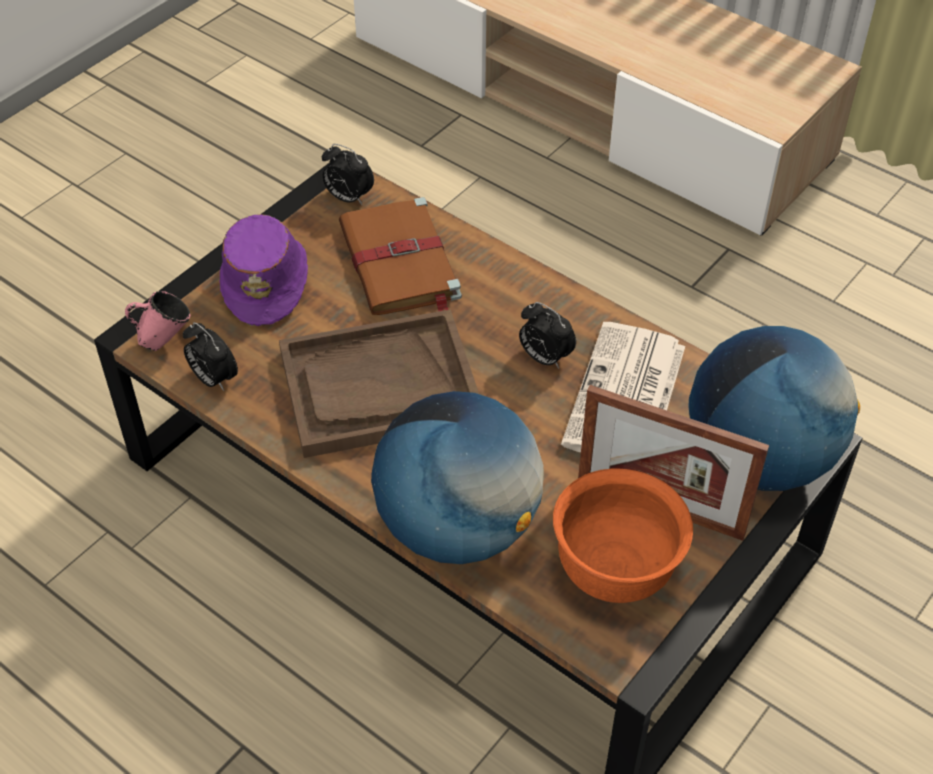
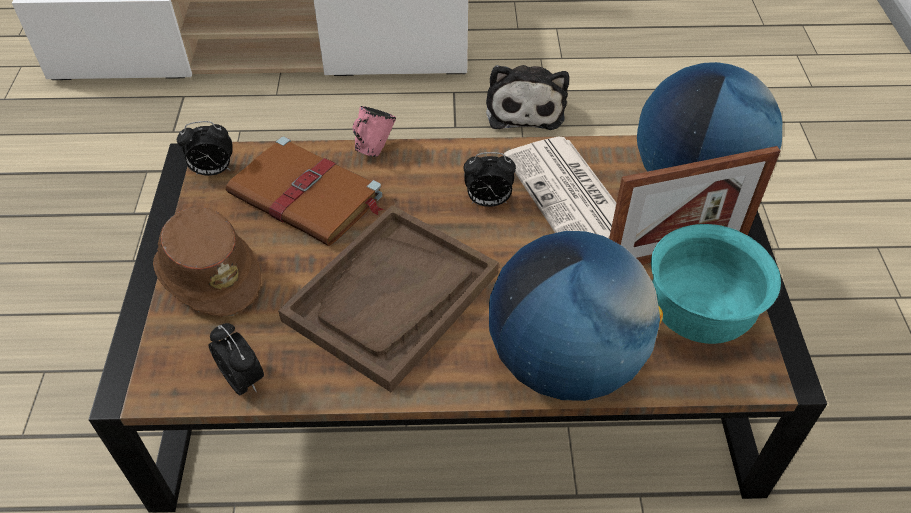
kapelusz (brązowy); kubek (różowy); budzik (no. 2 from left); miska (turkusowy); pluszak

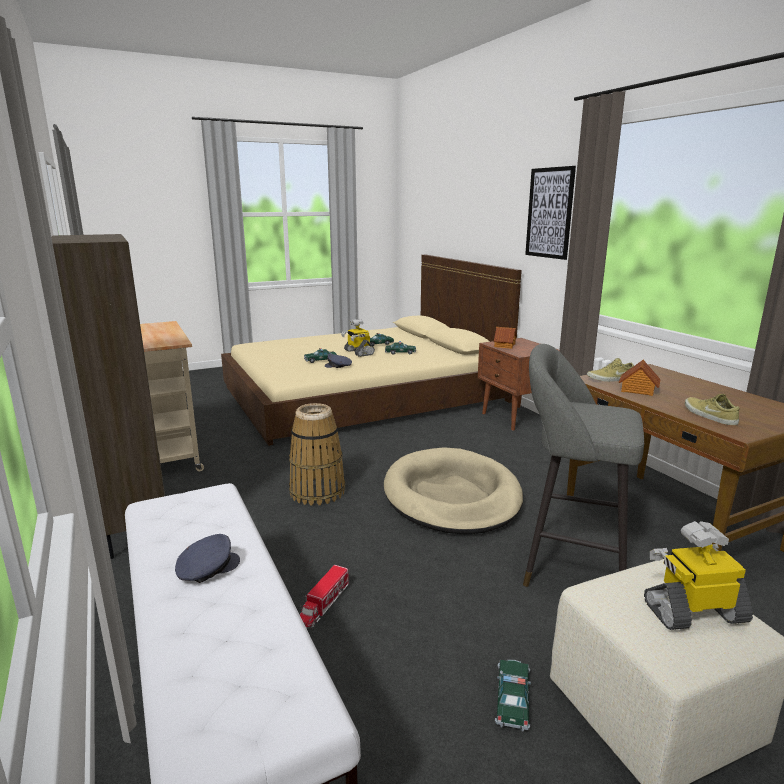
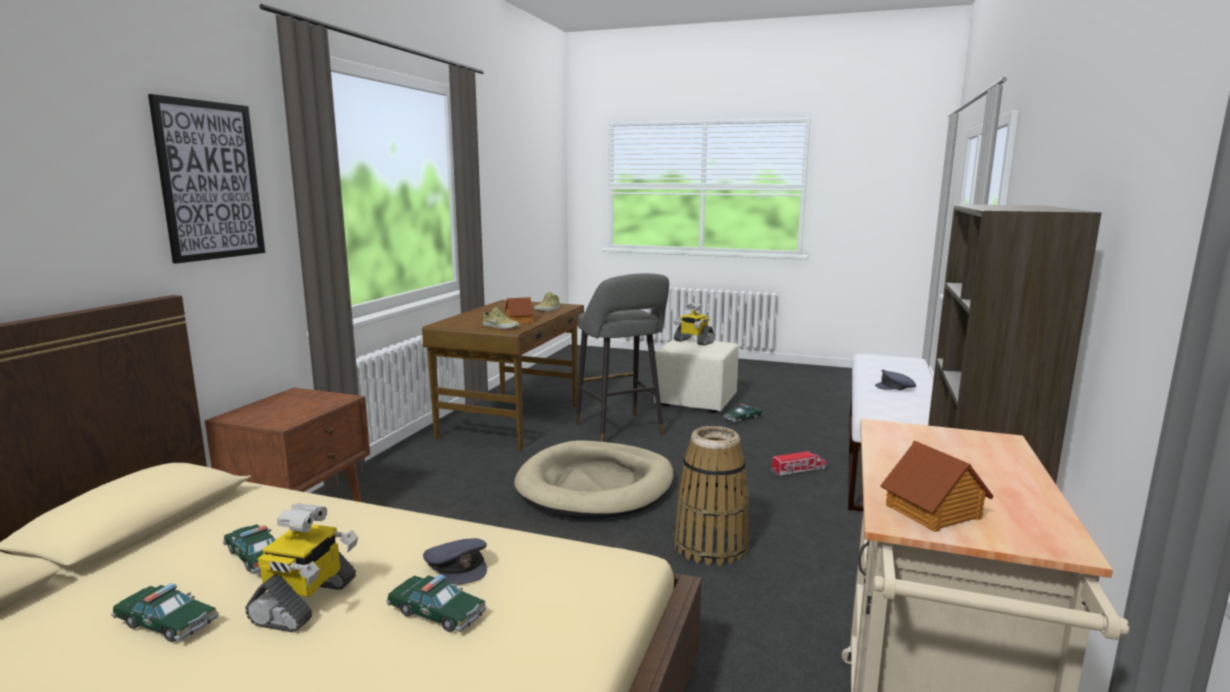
domek (no. 2 from left)

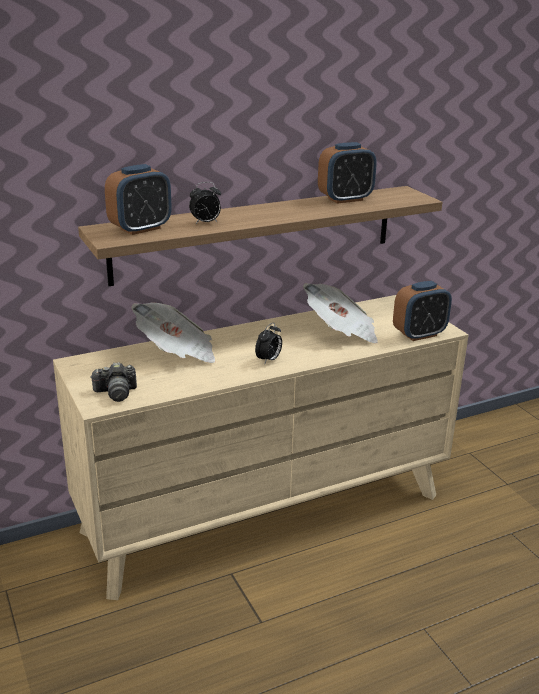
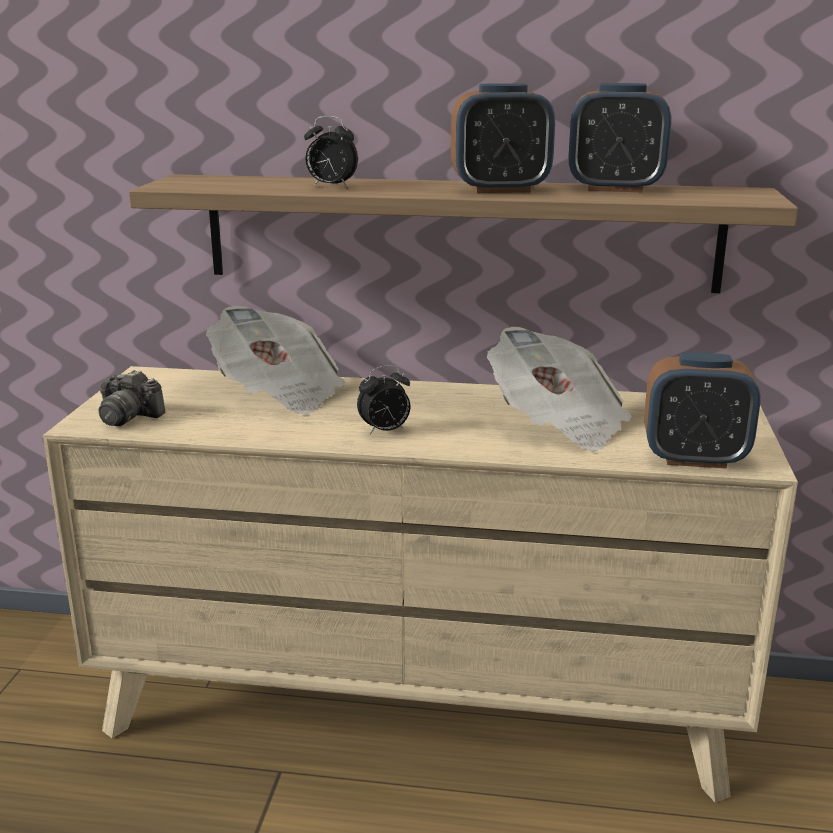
budzik (no. 3 from left)

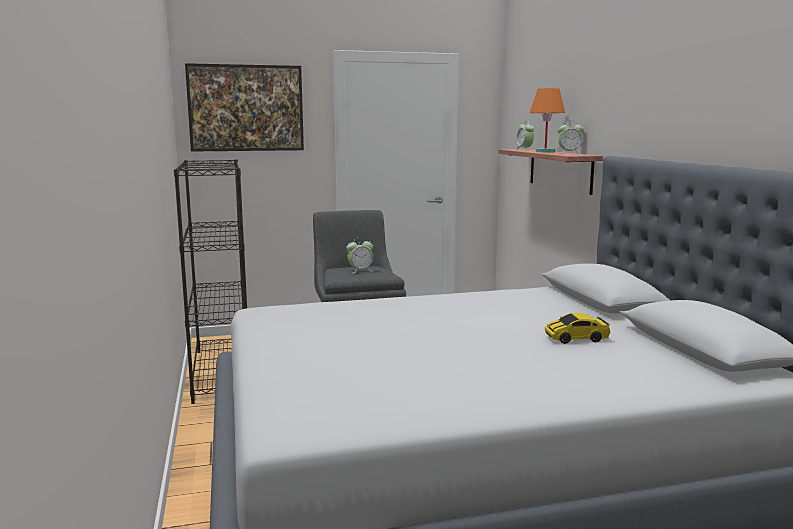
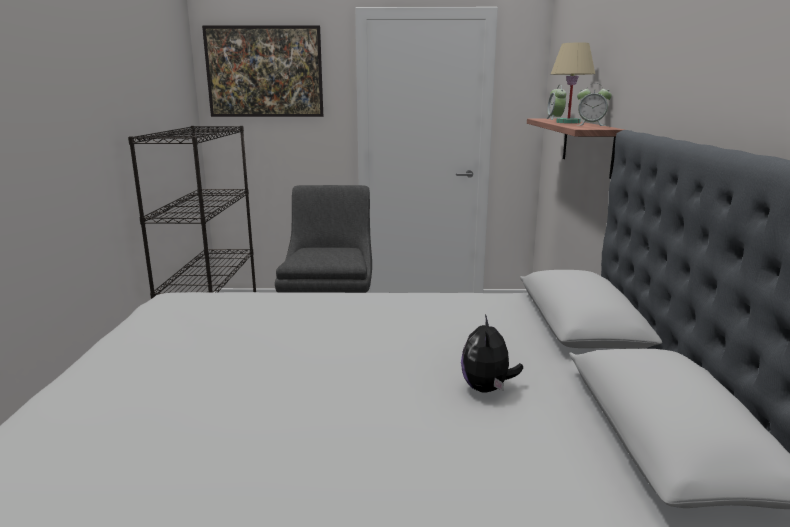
lampa stołowa (beżowy); budzik (no. 1 from left in the first image); pluszak

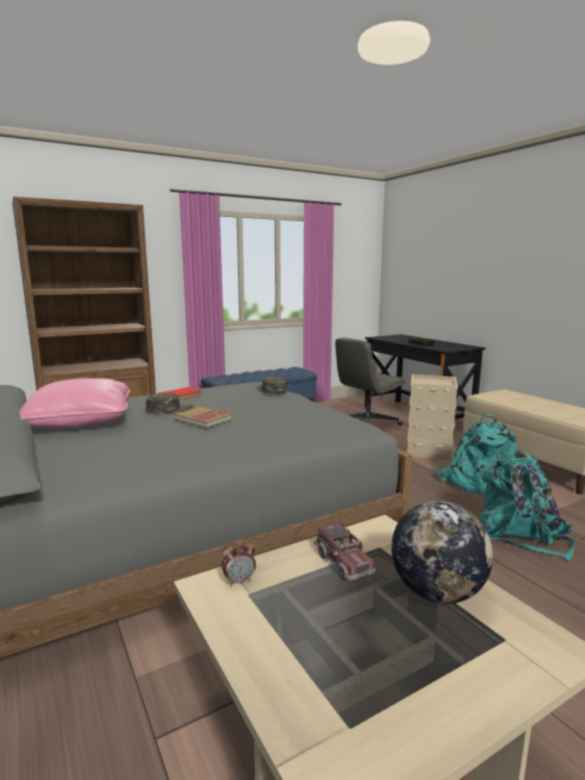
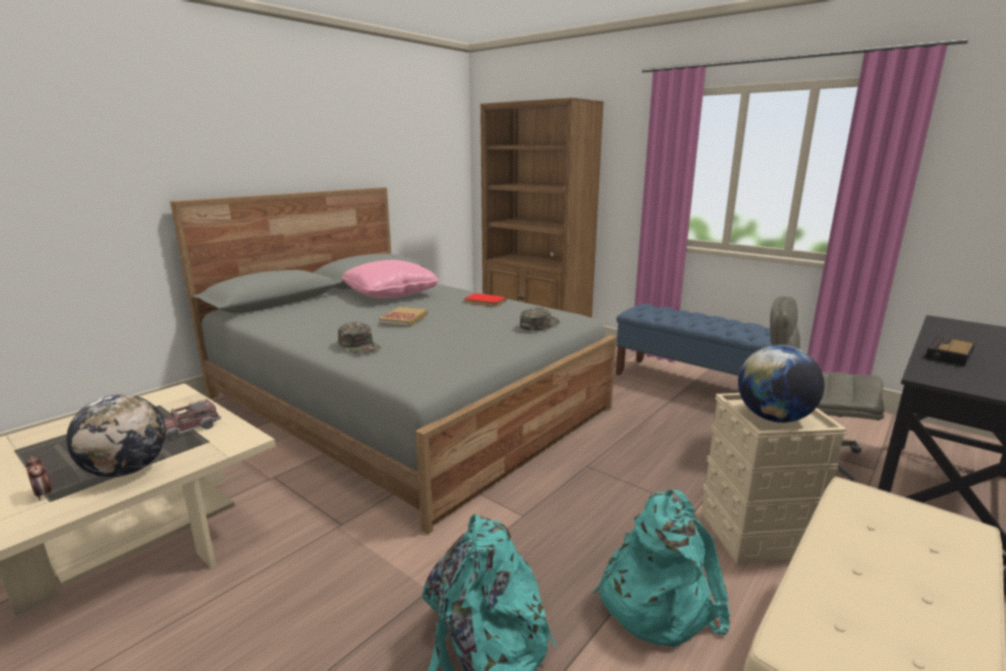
czapka z daszkiem (zielony) (no. 1 from left); budzik (no. 1 from left); globus (no. 2 from left)

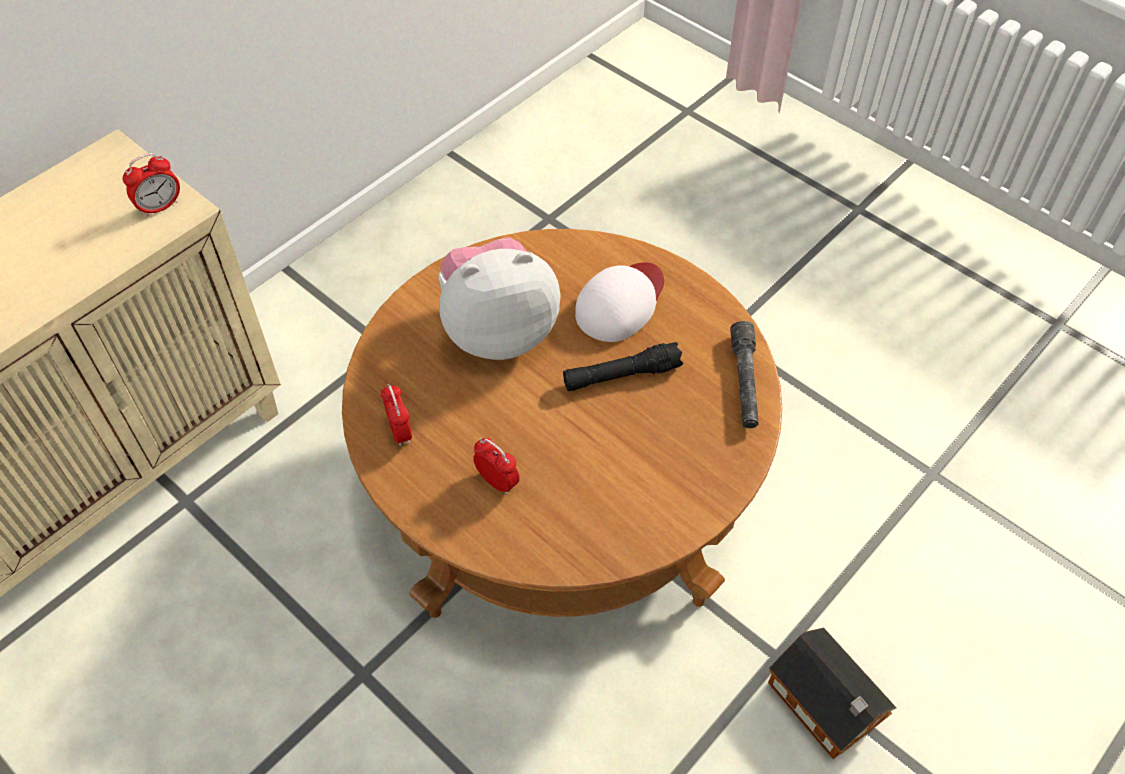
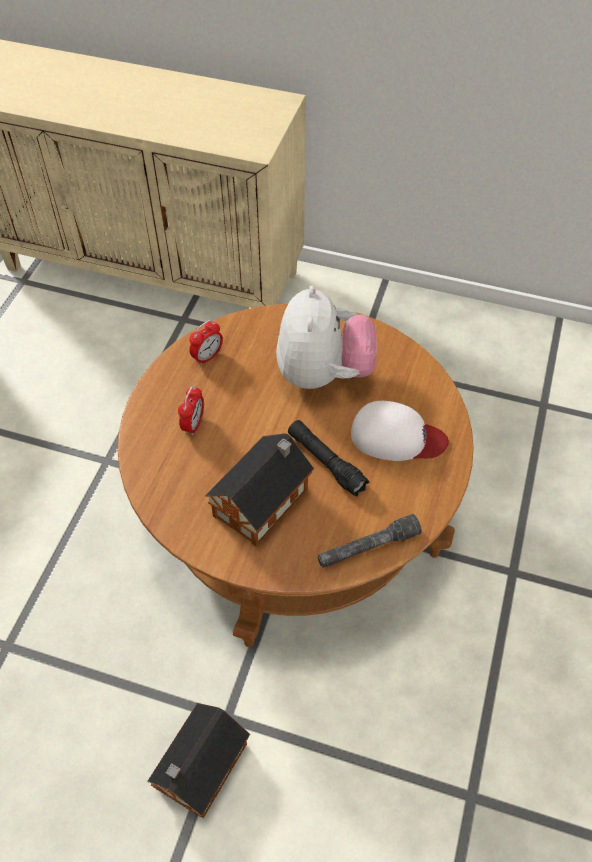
budzik (no. 1 from left in the first image); pluszak; domek (no. 2 from left)

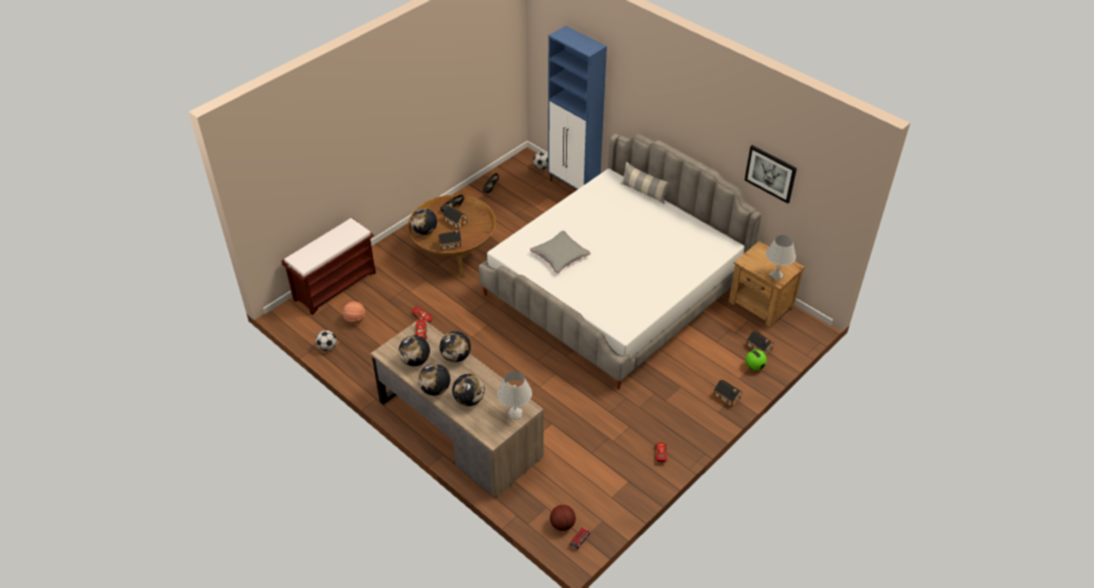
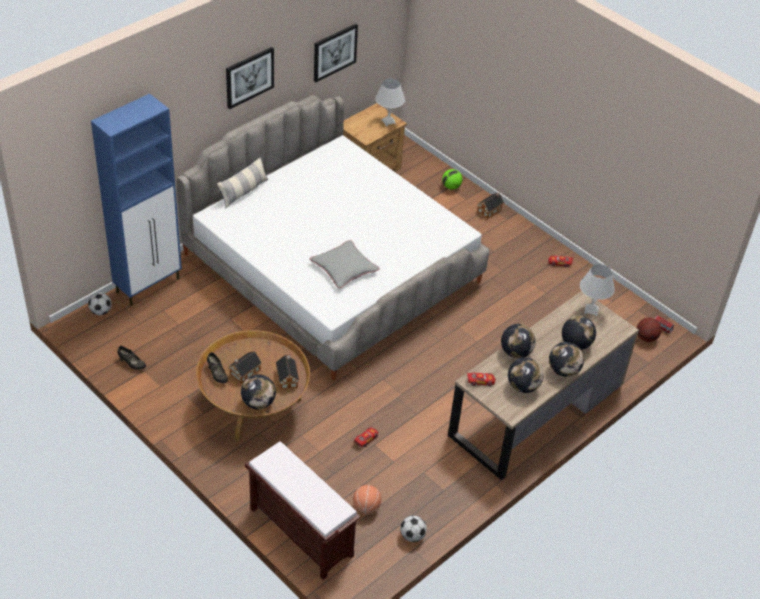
domek (no. 4 from left in the first image); obraz (no. 1 from left)

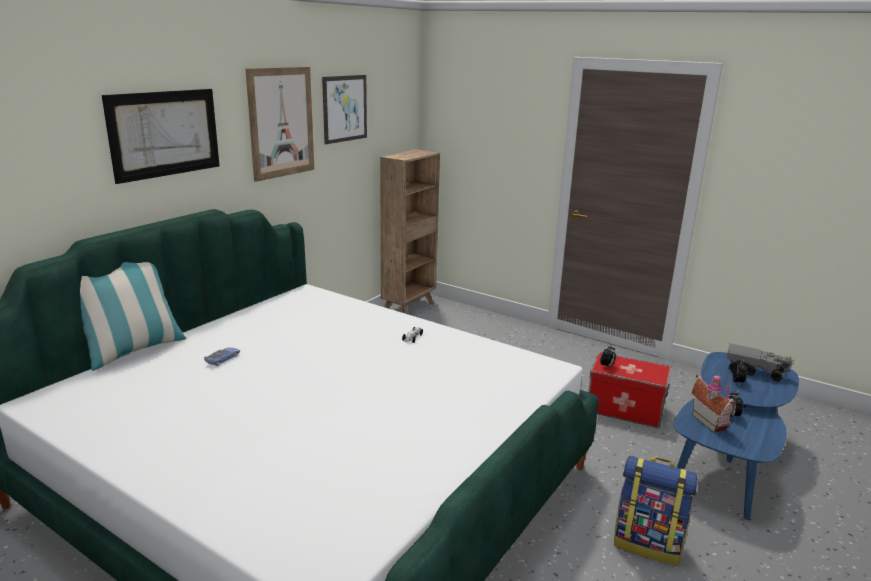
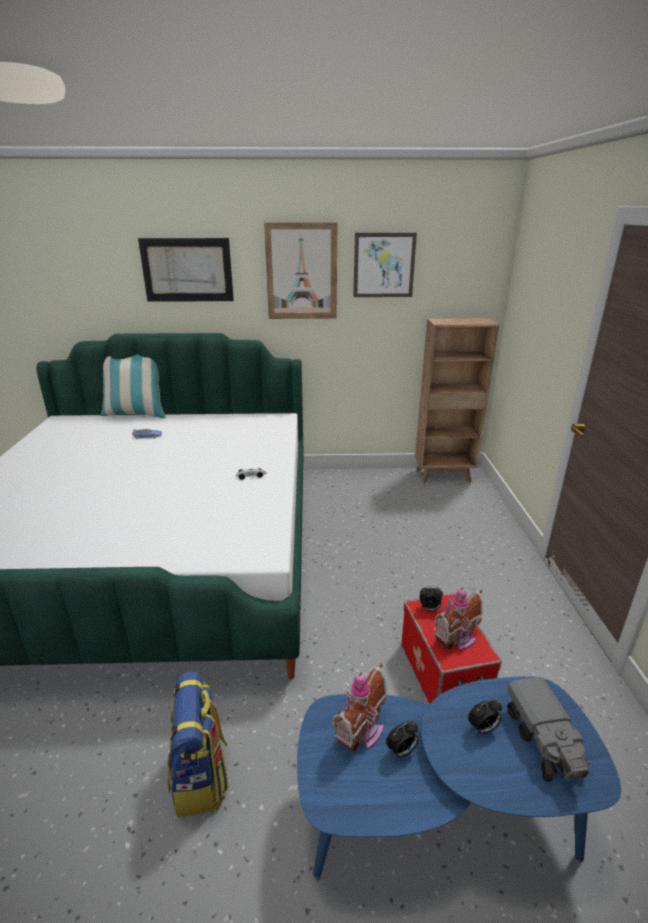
domek (no. 2 from left)

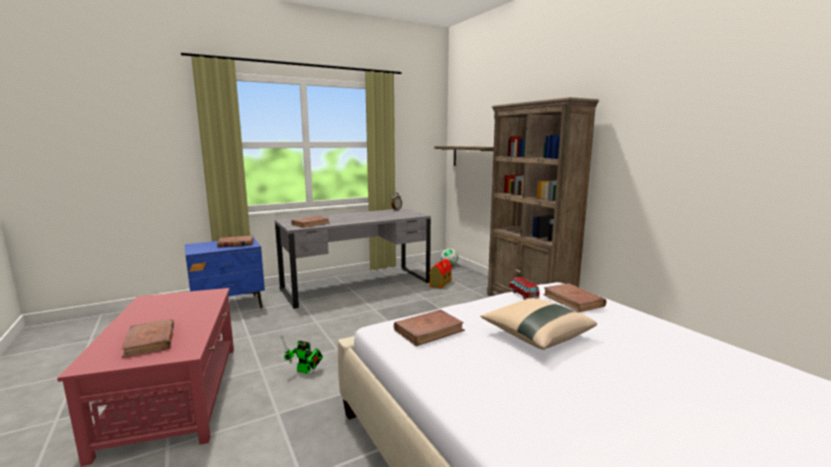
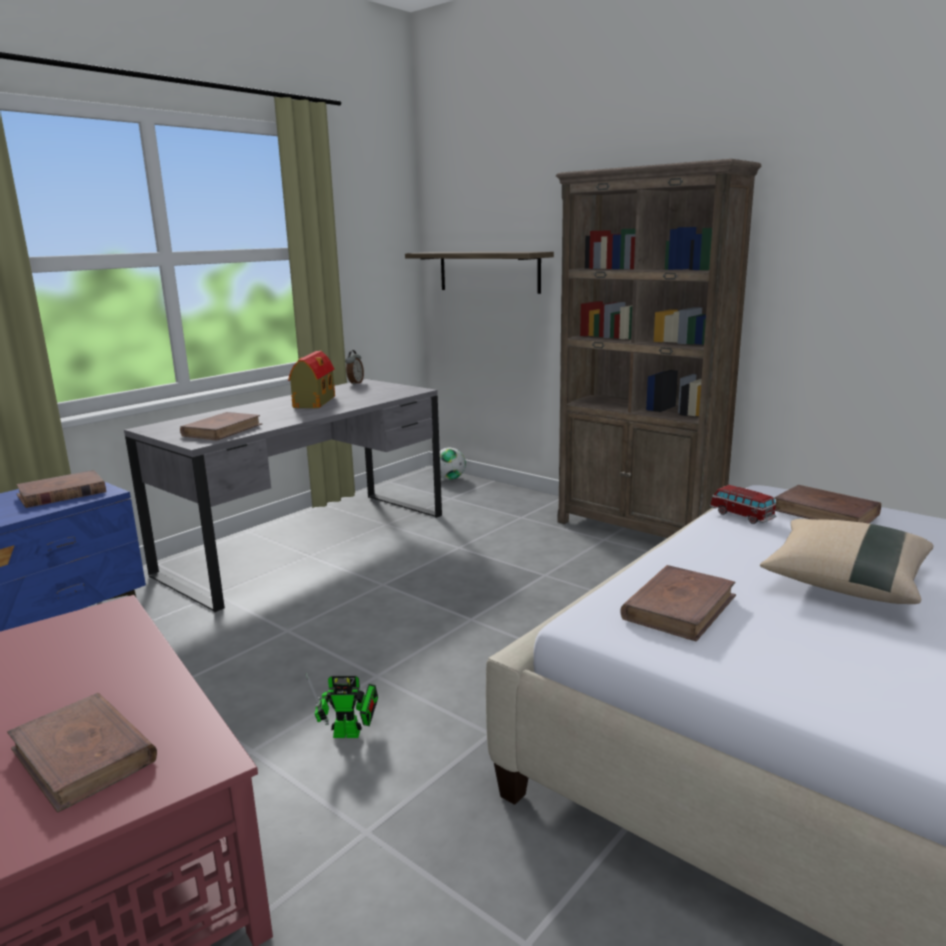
domek

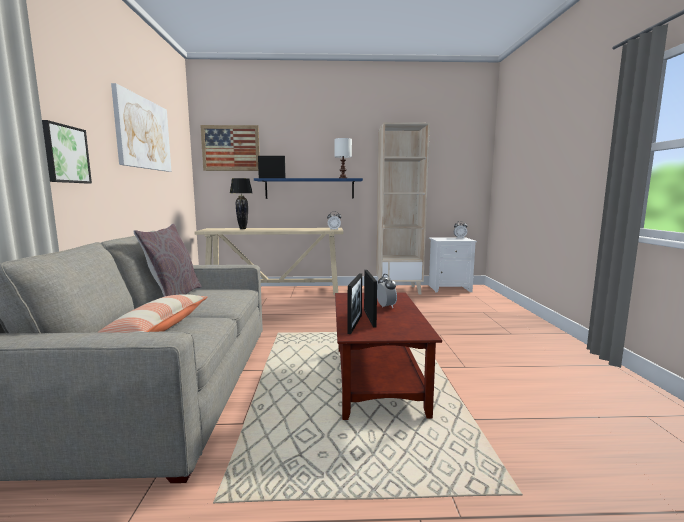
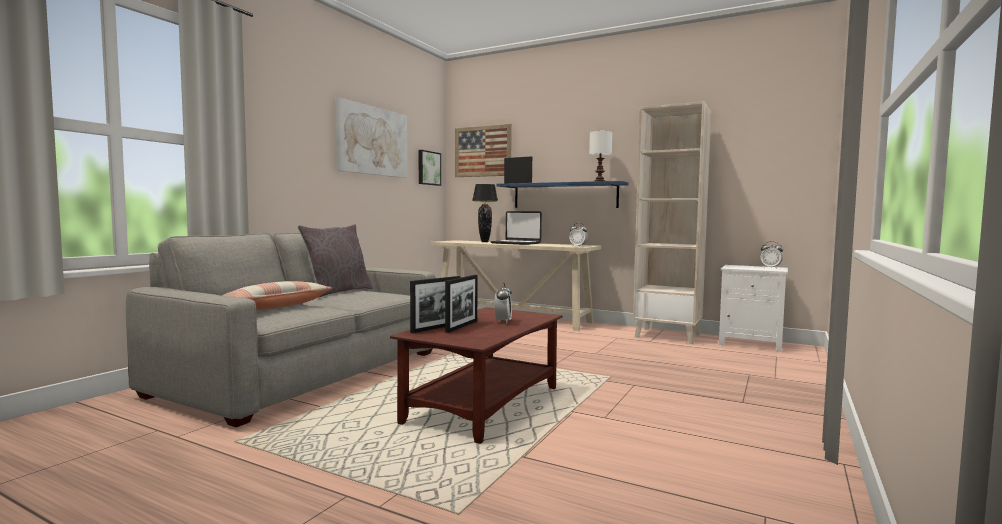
obraz (no. 2 from left); laptop

